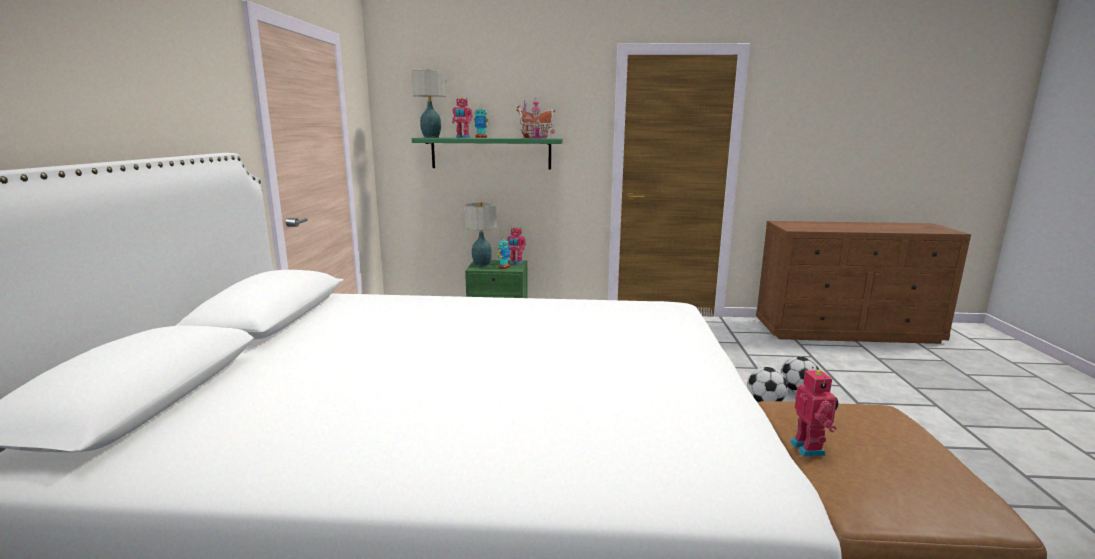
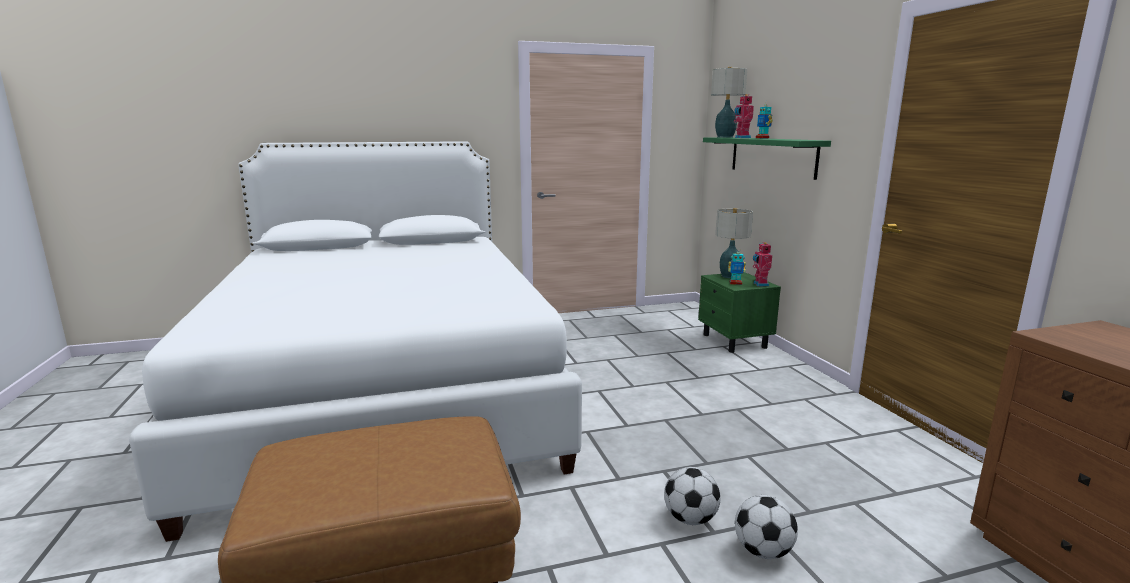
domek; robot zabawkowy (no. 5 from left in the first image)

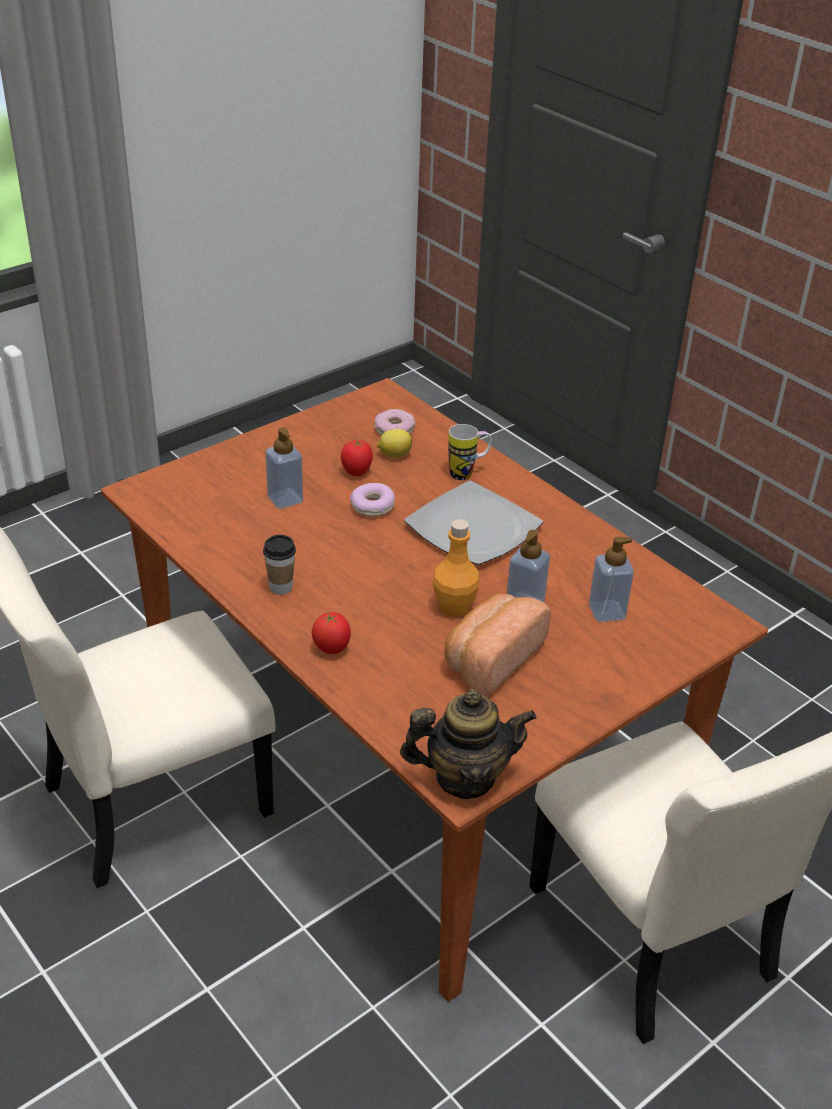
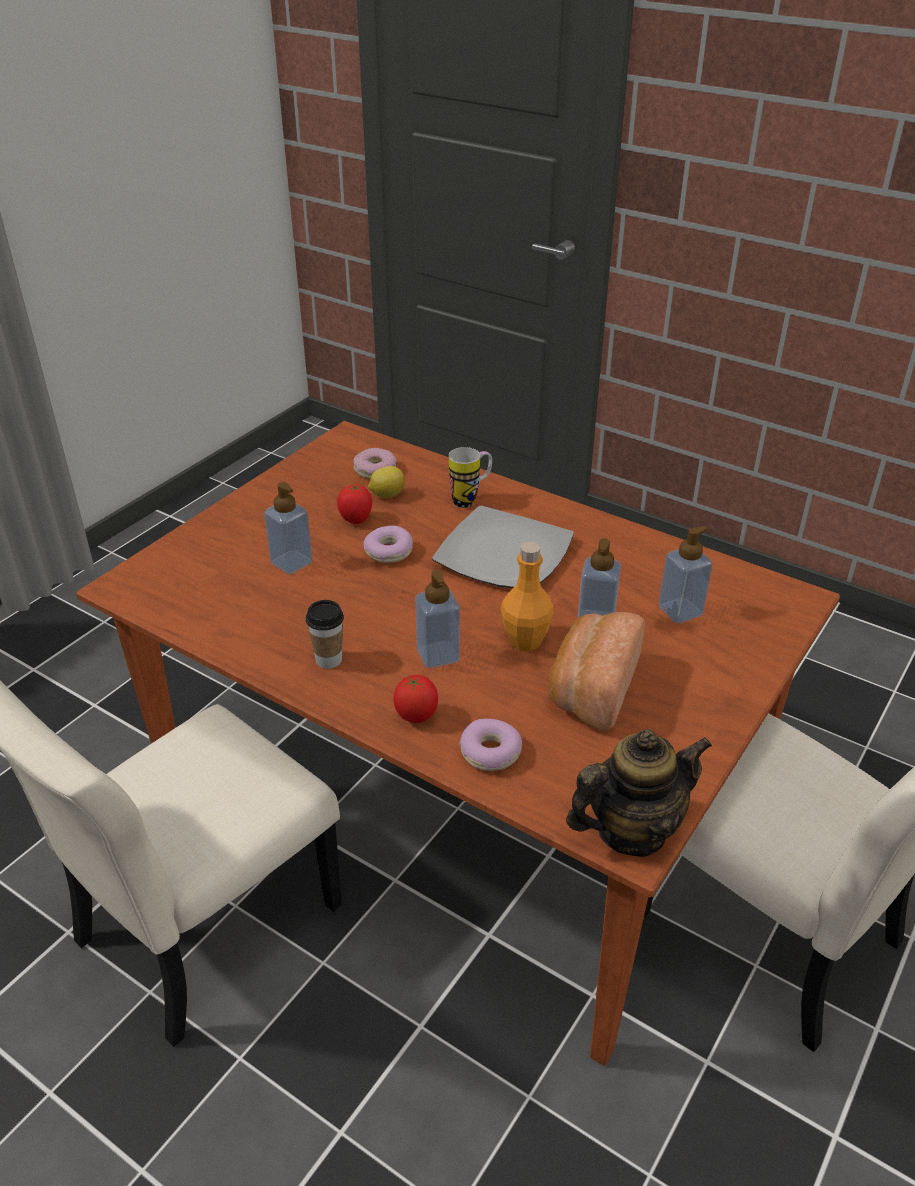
dozownik mydła (no. 2 from left); donut (no. 3 from left)

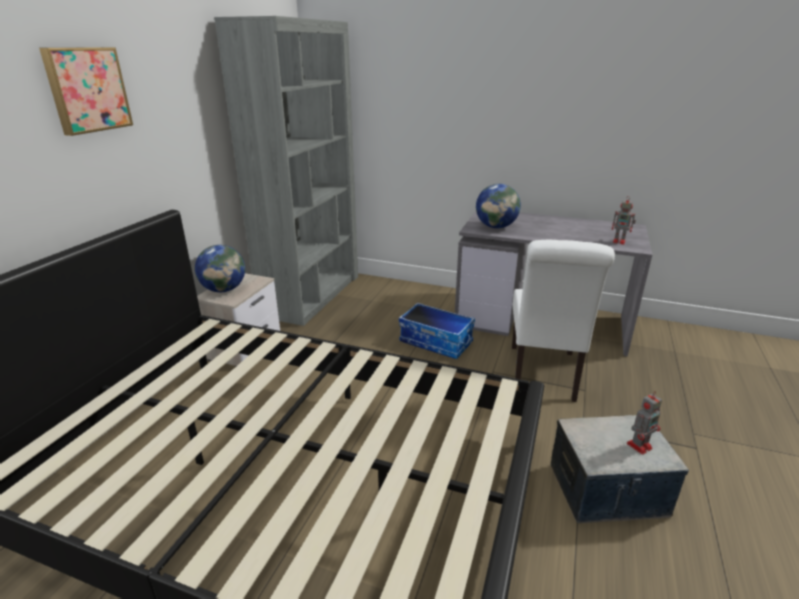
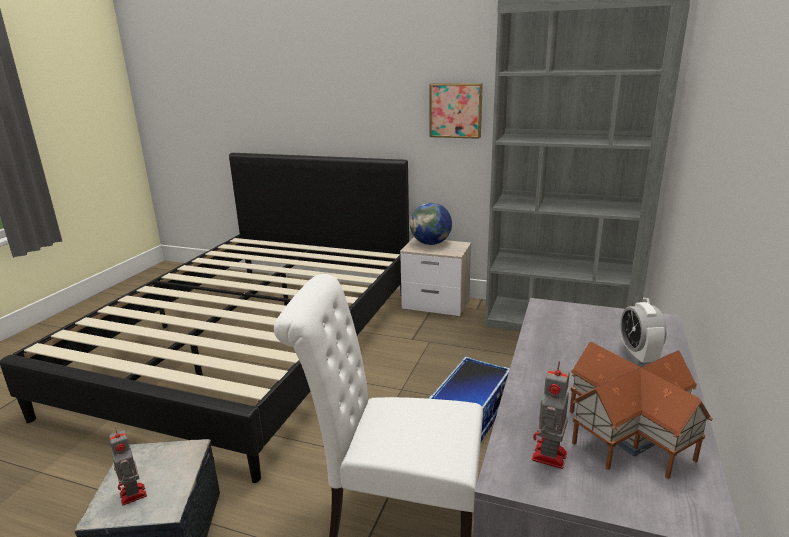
obraz; globus (no. 2 from left in the first image); budzik; domek

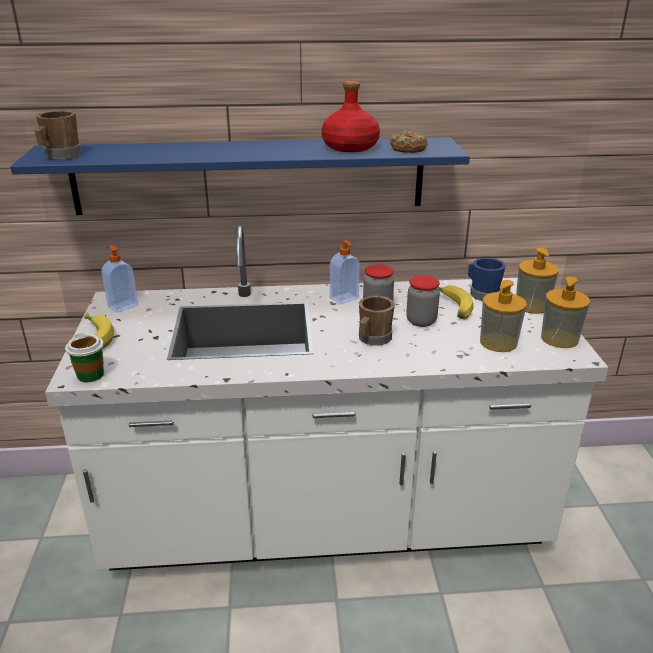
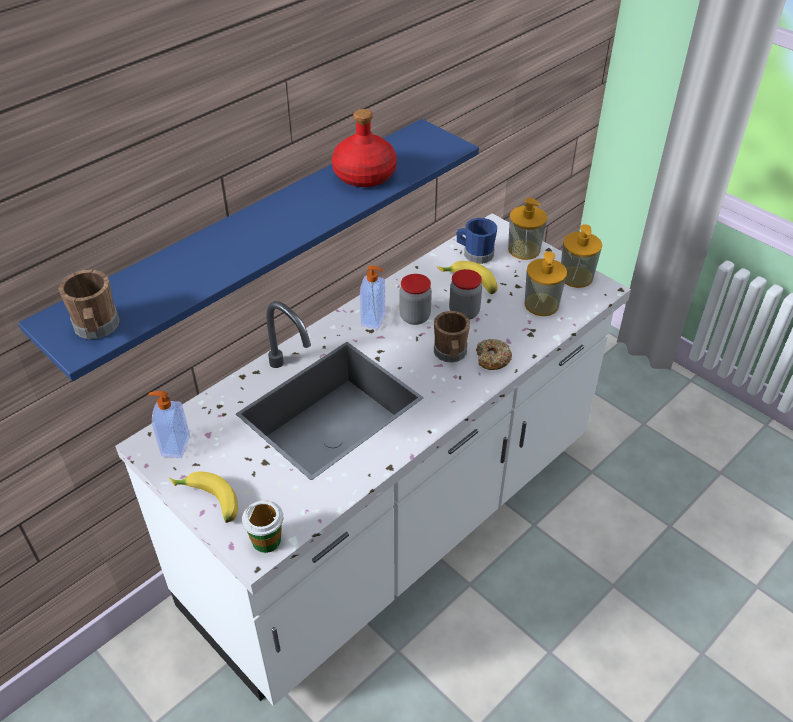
donut

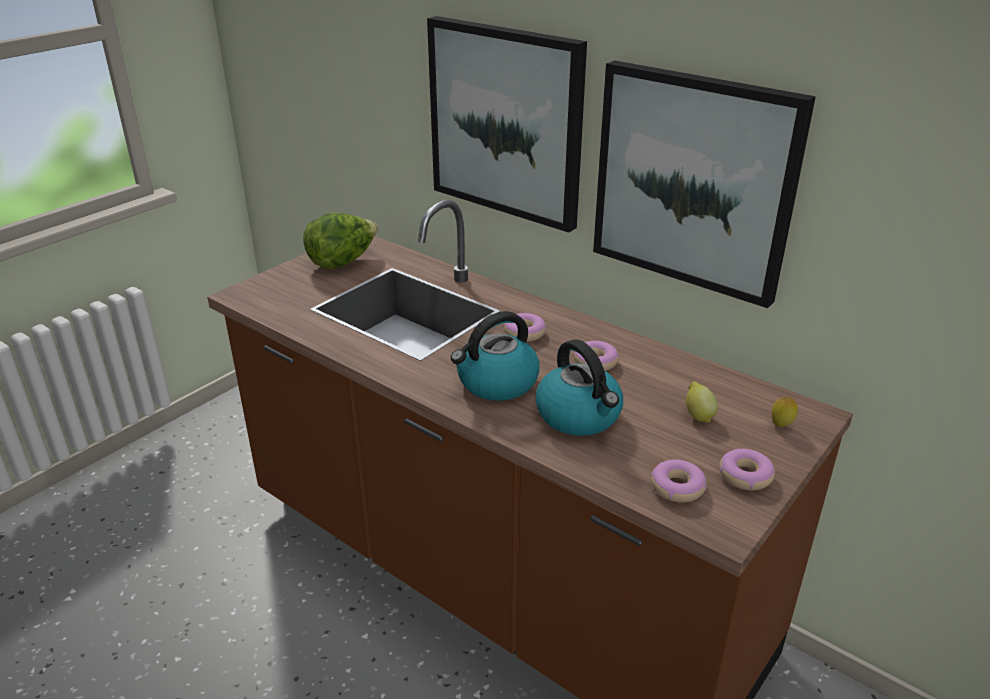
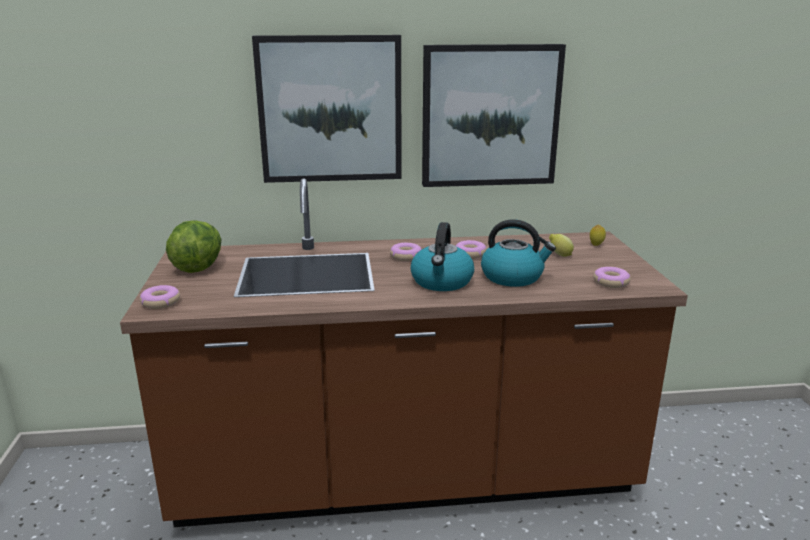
donut (no. 1 from left)

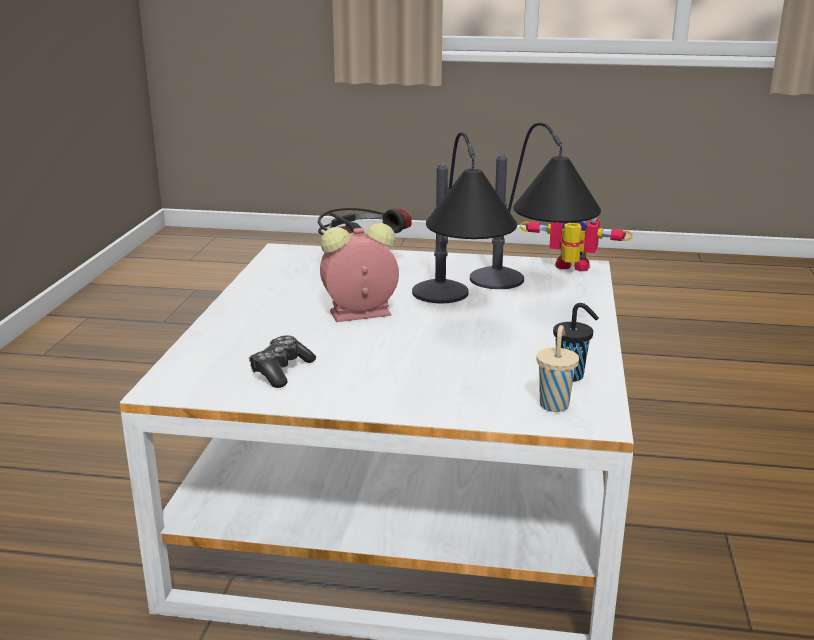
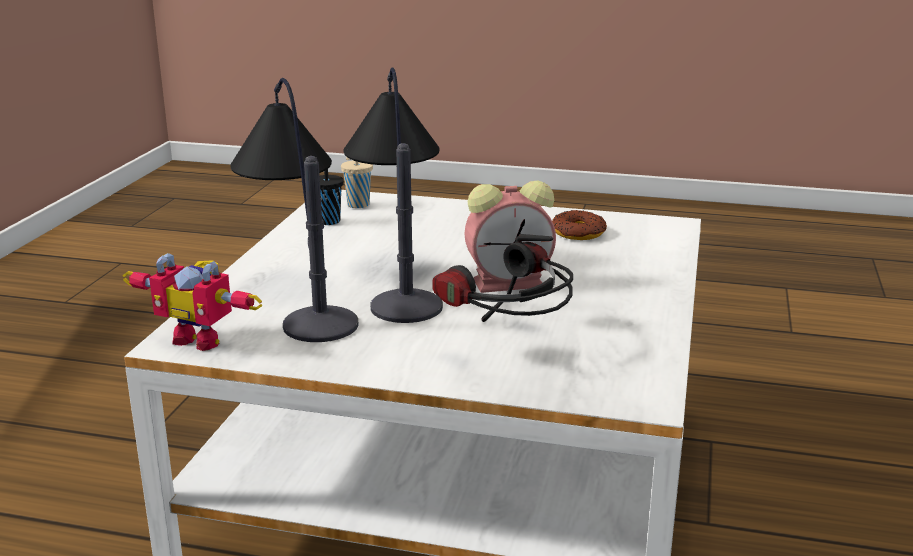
donut

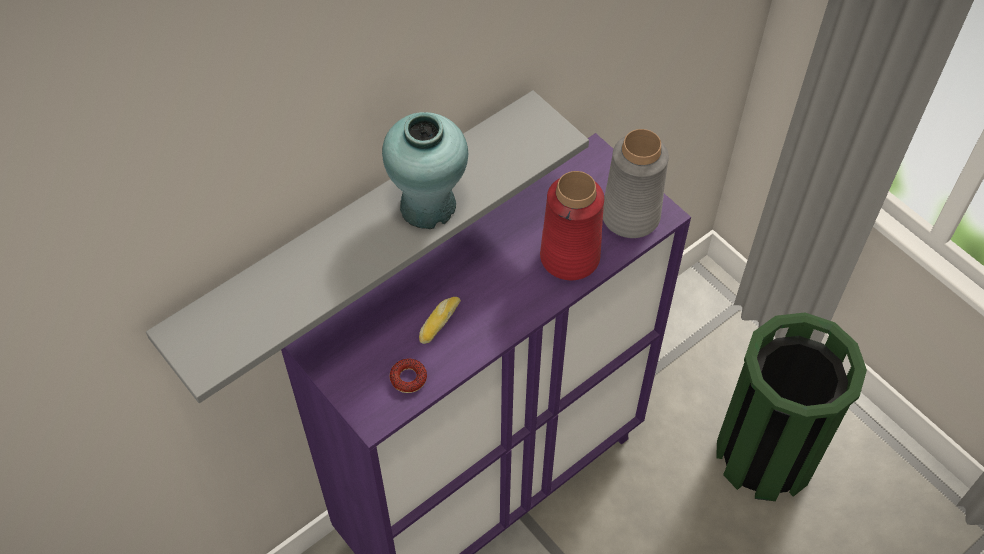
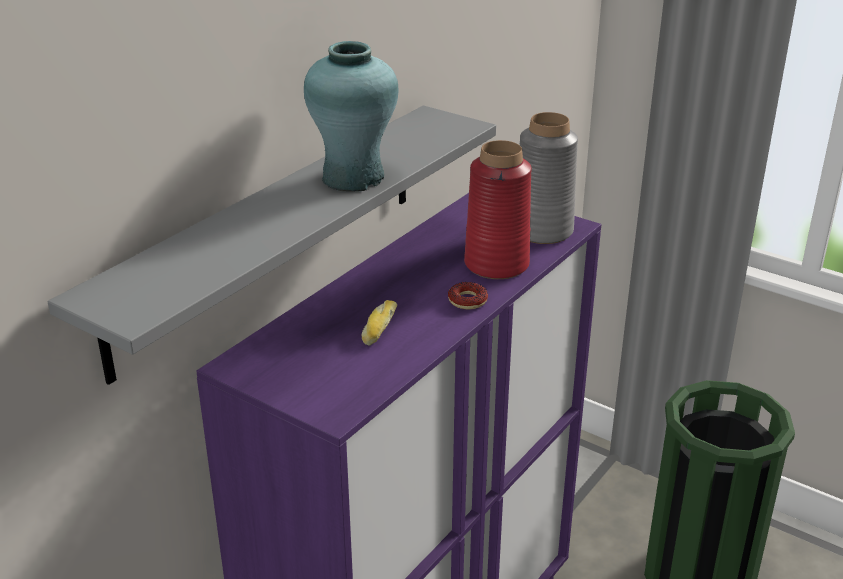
donut

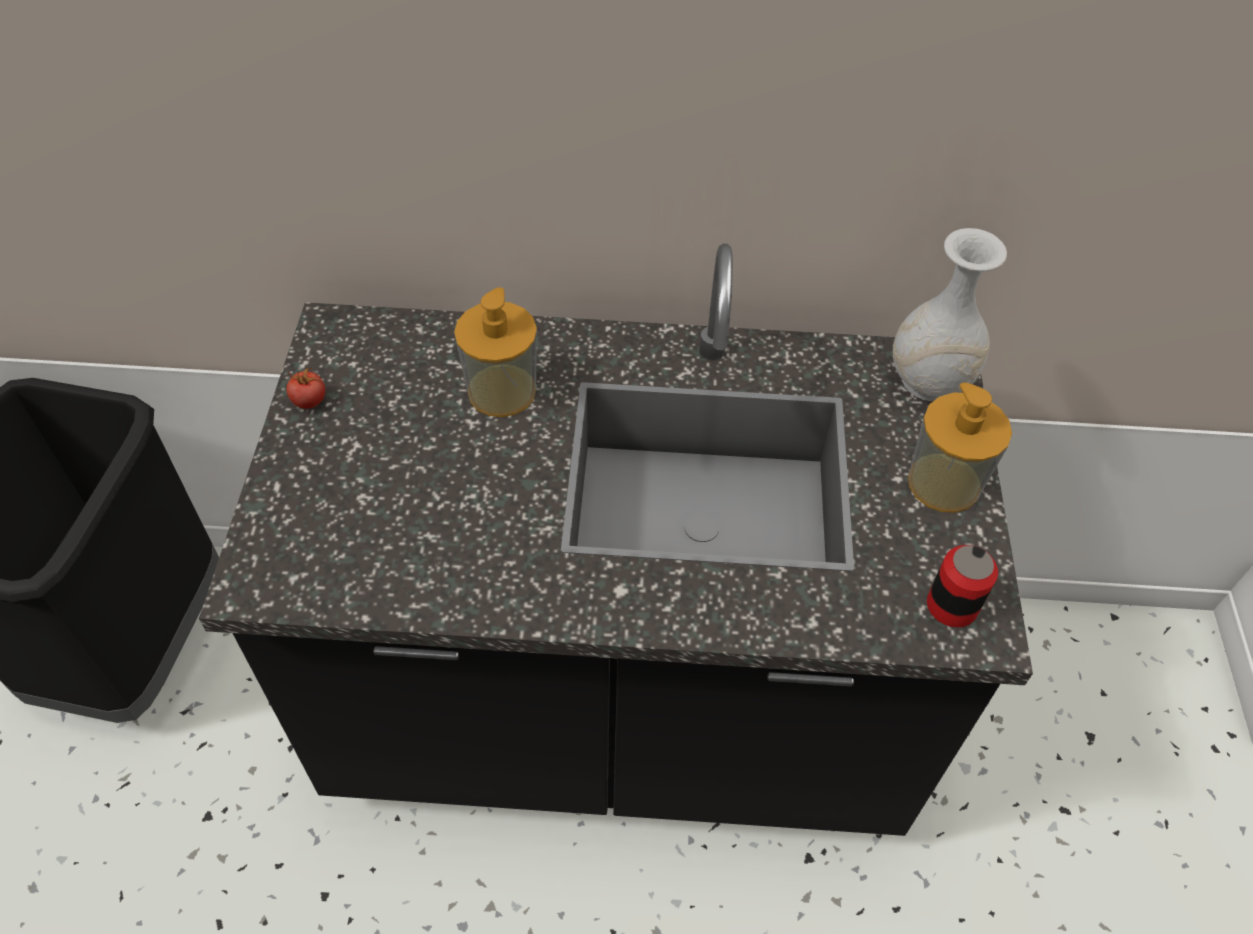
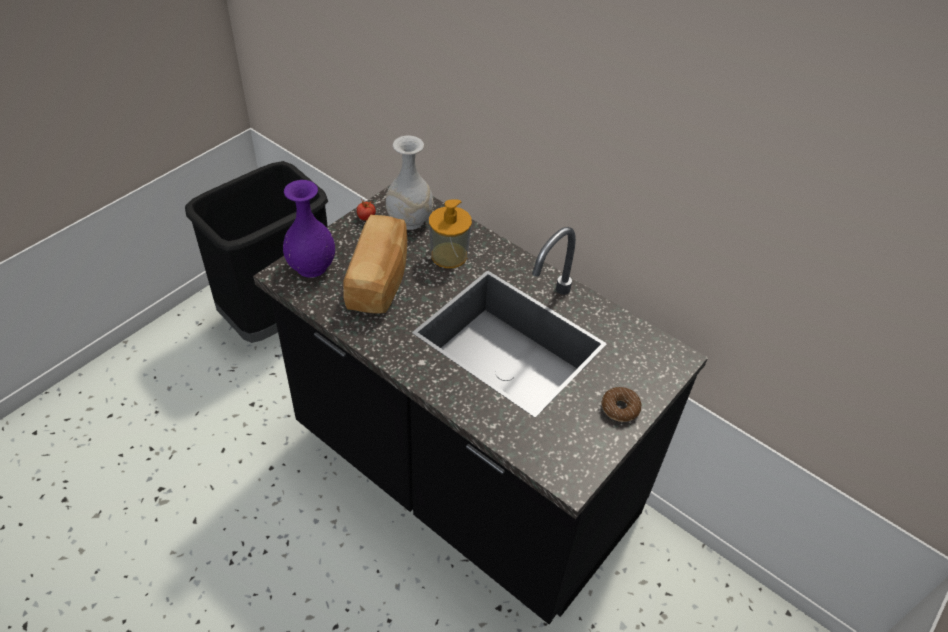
wazon (biały); donut; puszka; wazon (fioletowy); chleb

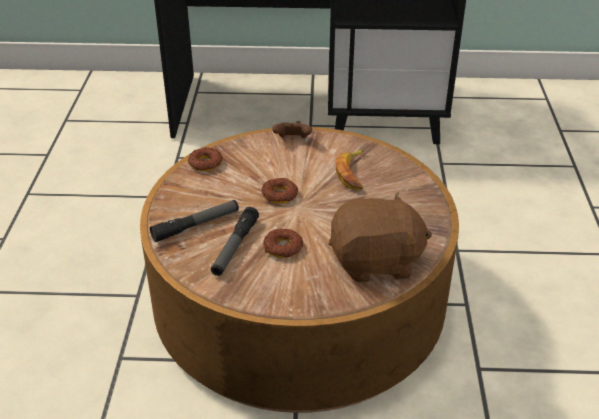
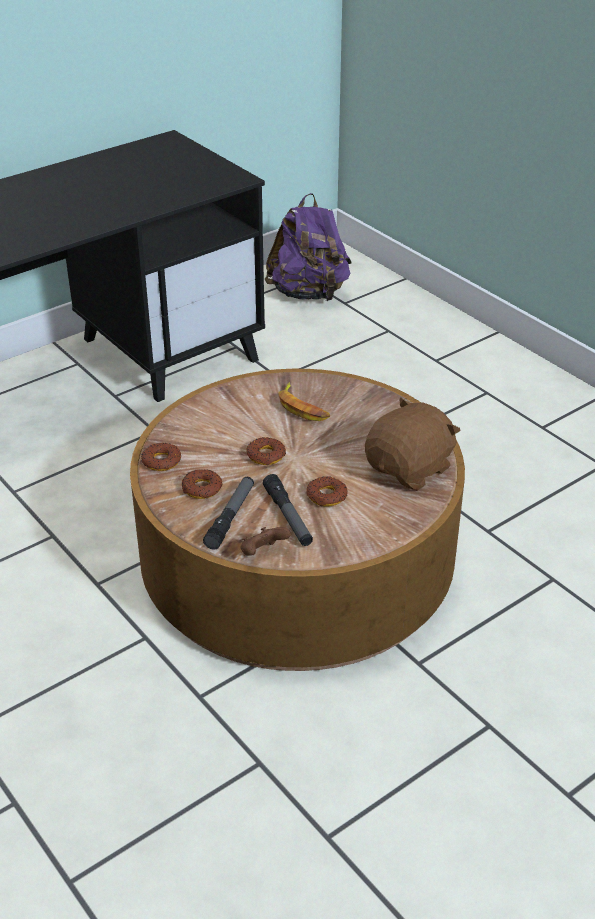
pad do gier (brązowy); plecak (fioletowy); donut (no. 2 from left)

